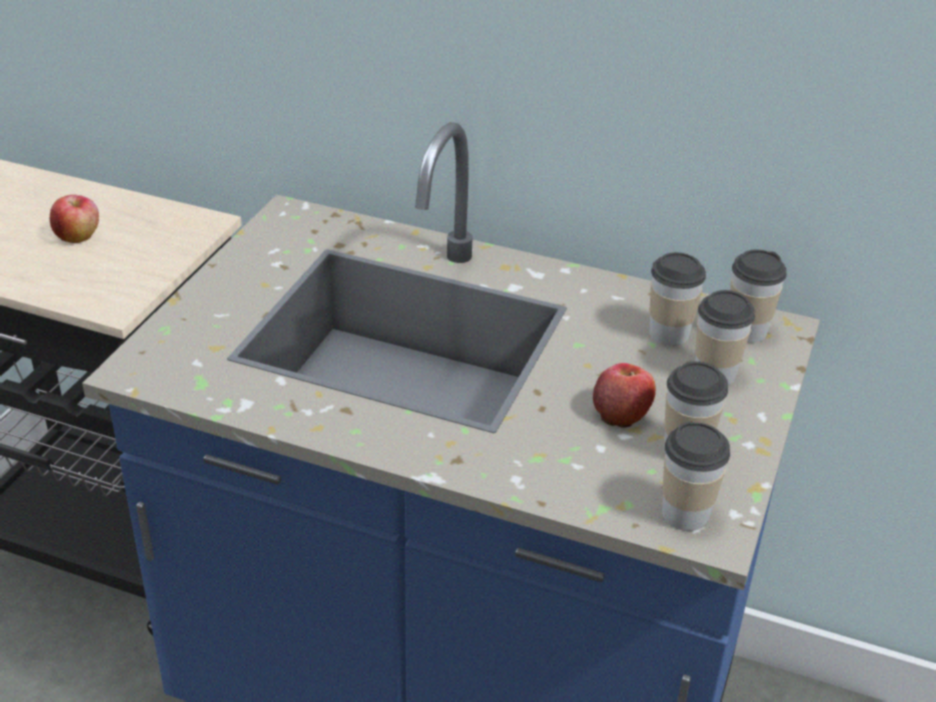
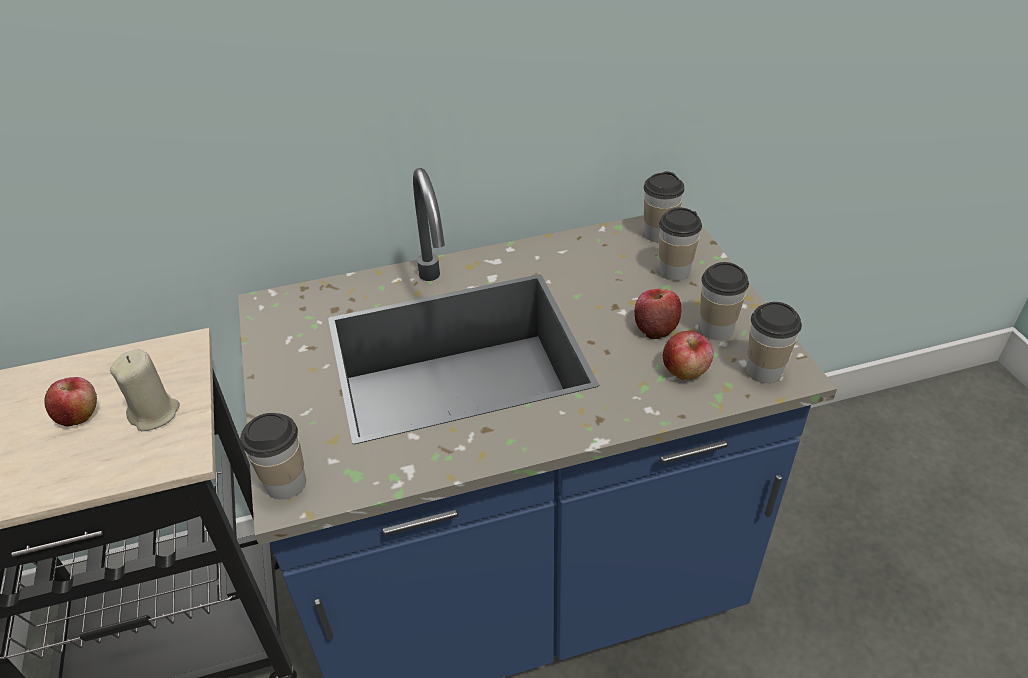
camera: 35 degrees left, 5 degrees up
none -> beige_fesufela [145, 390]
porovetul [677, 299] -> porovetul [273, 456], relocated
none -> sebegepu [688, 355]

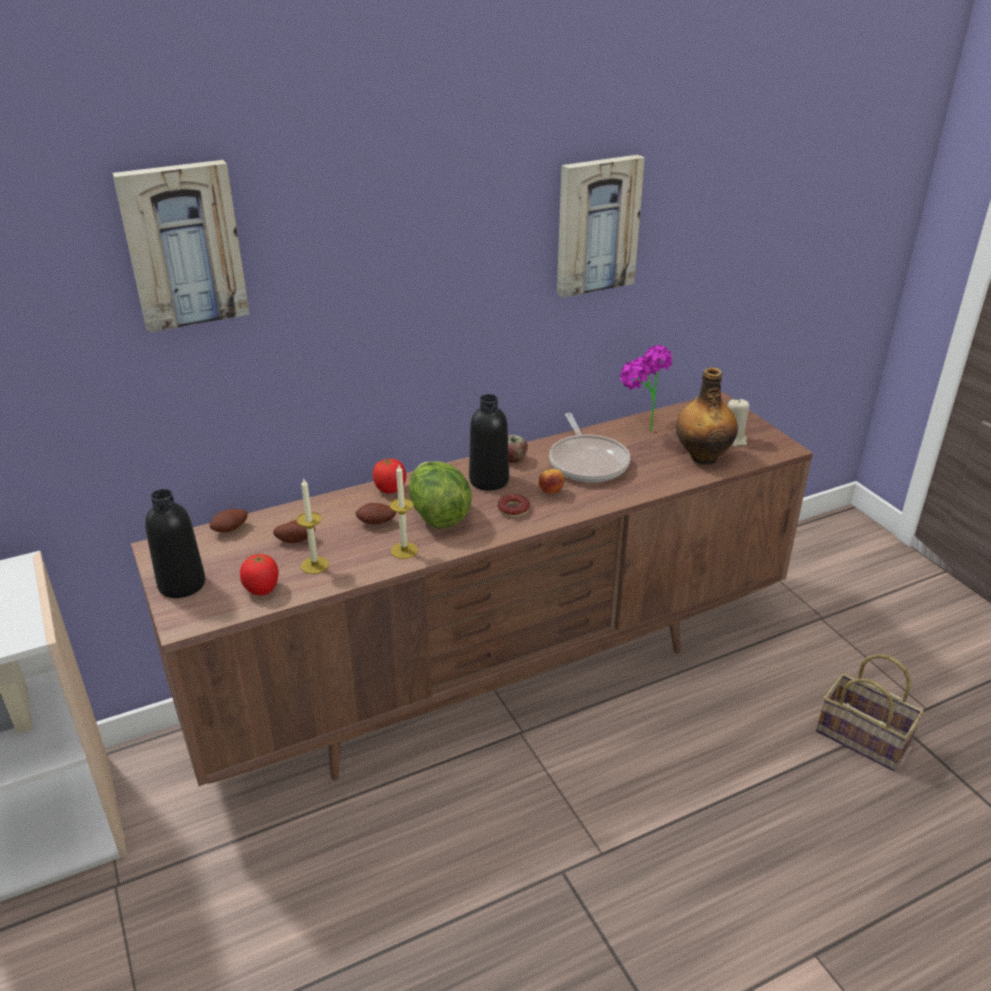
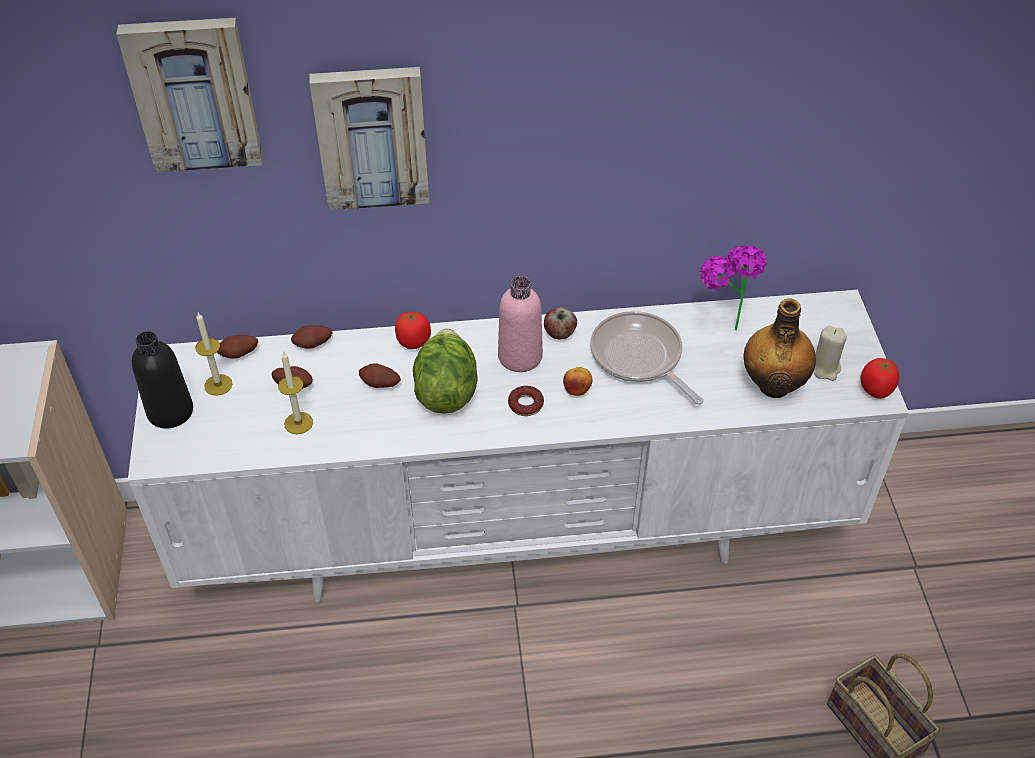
camera: 20 degrees right, 15 degrees up
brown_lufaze [472, 589] -> white_lufaze [518, 446]
fesufela [404, 512] -> fesufela [214, 354], relocated
none -> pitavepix [311, 337]
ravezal [601, 226] -> ravezal [369, 139], relocated
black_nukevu [489, 442] -> pink_nukevu [520, 324]
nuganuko [589, 447] -> nuganuko [647, 357], 135 degrees clockwise
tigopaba [259, 575] -> tigopaba [880, 378], relocated

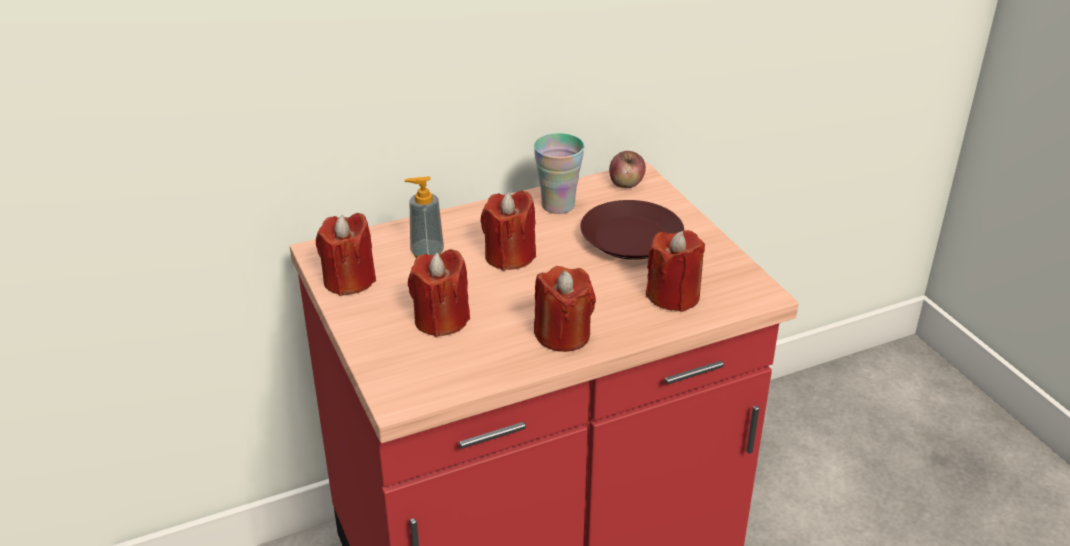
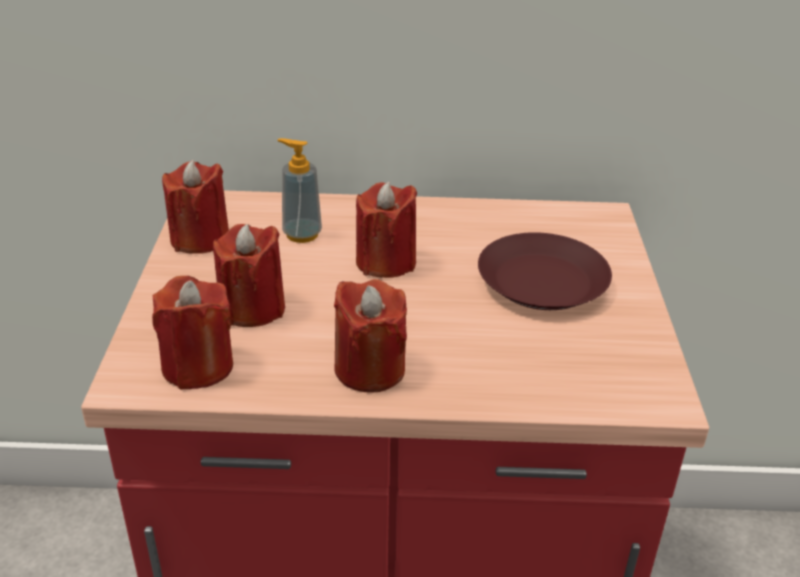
camera: 25 degrees right, 0 degrees up
red_fesufela [675, 271] -> red_fesufela [192, 333], relocated
porovetul [559, 173] -> none
sebegepu [627, 169] -> none

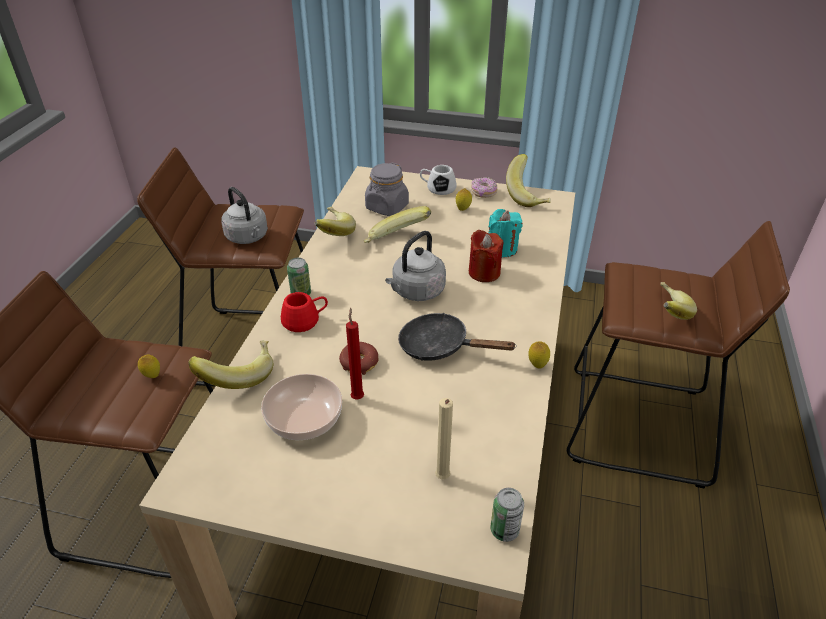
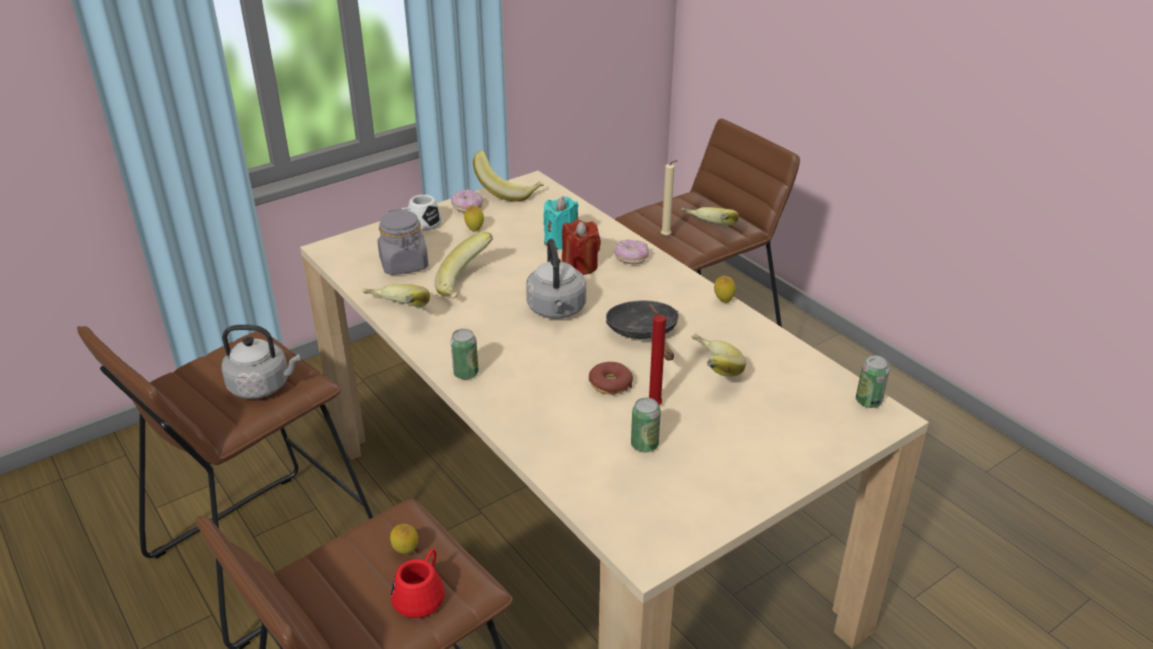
camera: 50 degrees left, 5 degrees down
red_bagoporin [304, 312] -> red_bagoporin [418, 583], relocated
black_nuganuko [457, 337] -> black_nuganuko [642, 330], 105 degrees clockwise
none -> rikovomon [631, 252]
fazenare [301, 407] -> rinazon [646, 425]
beige_fesufela [444, 438] -> beige_fesufela [669, 198], relocated
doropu [230, 364] -> doropu [718, 355], relocated

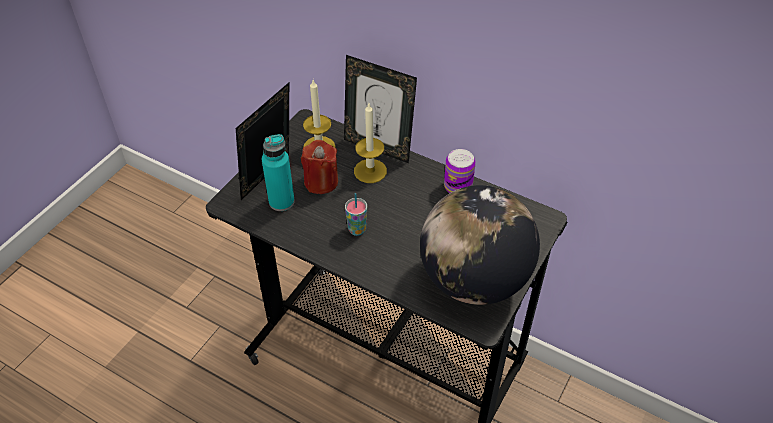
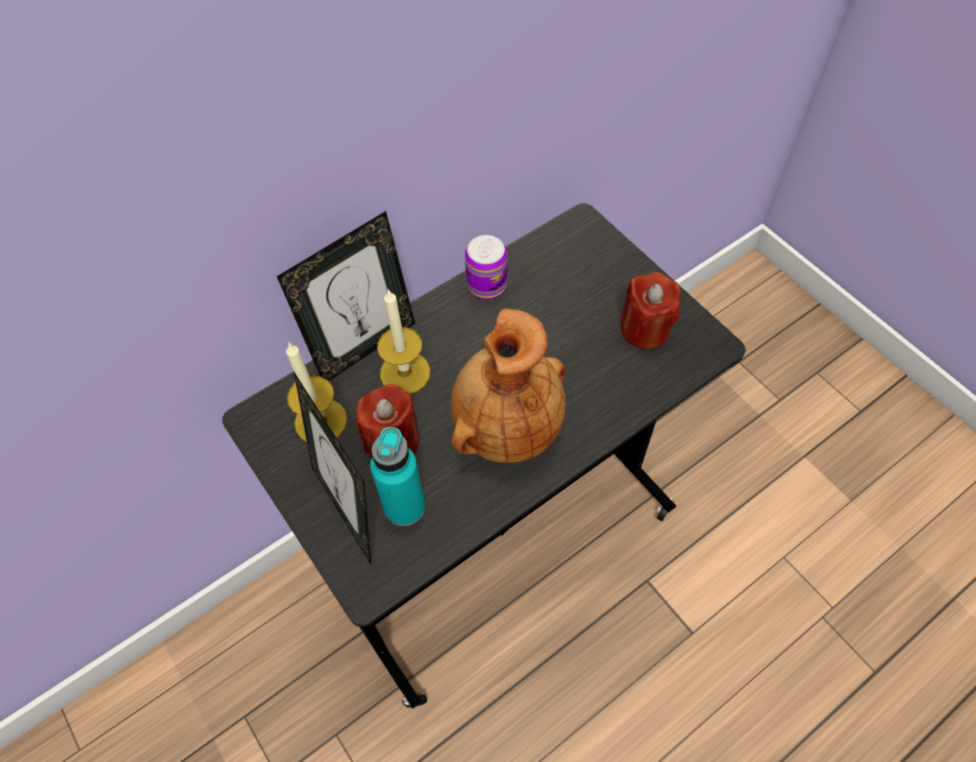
camera: 65 degrees left, 10 degrees up
porovetul [356, 214] -> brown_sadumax [508, 385]
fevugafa [480, 245] -> red_fesufela [650, 310]

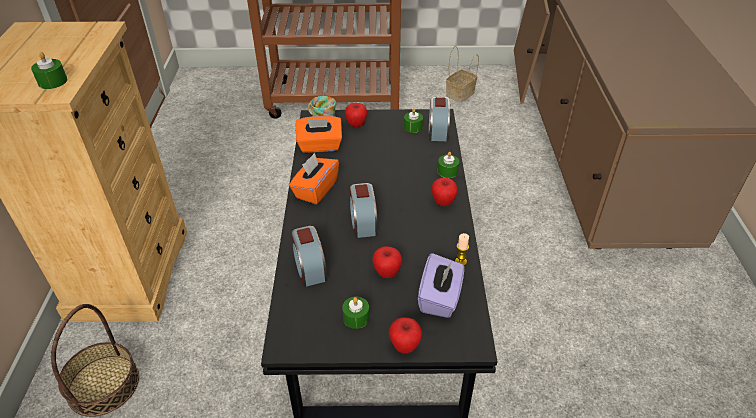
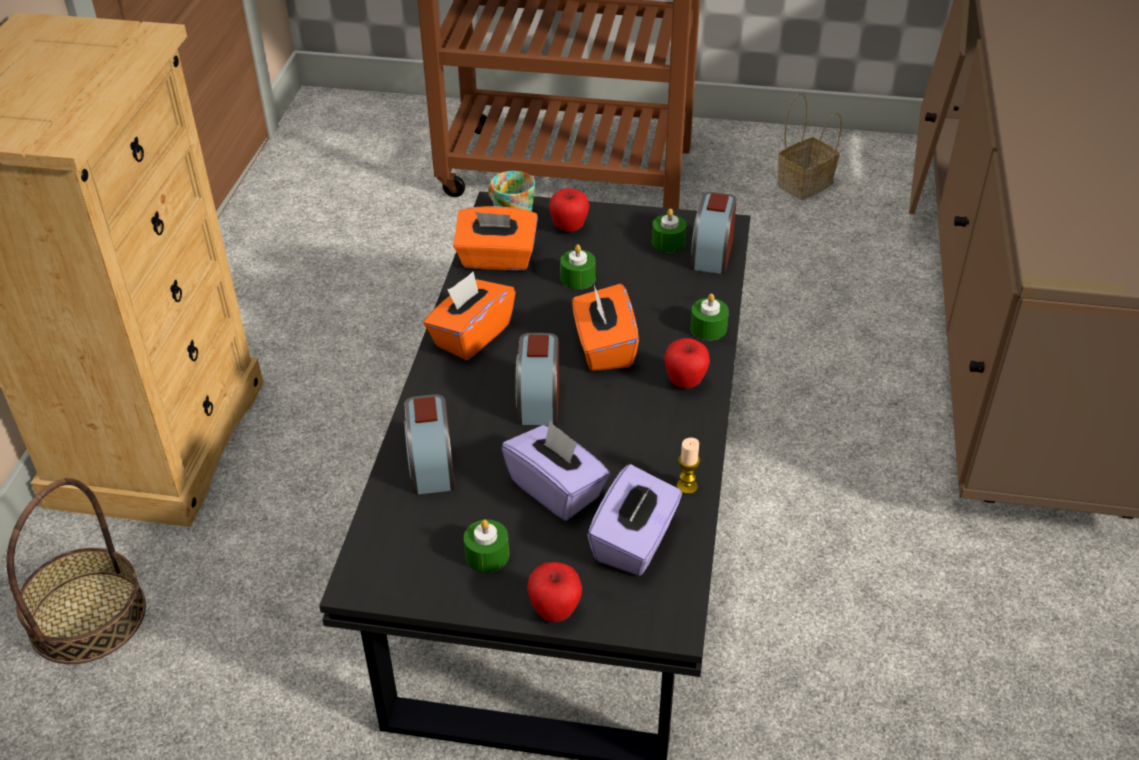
camera: 10 degrees right, 0 degrees up
sebegepu [387, 262] -> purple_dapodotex [555, 471]
green_fesufela [49, 70] -> green_fesufela [578, 266], relocated
none -> orange_dapodotex [605, 327]

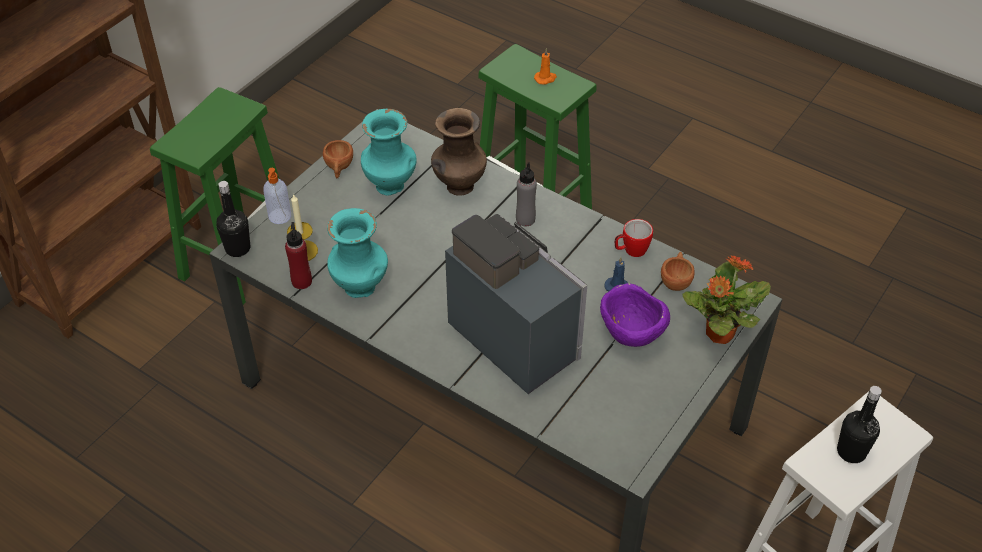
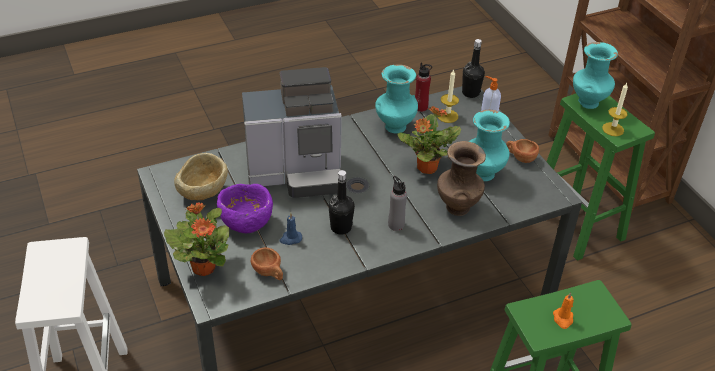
camera: 120 degrees right, 5 degrees down
none -> beige_fazenare [201, 176]
black_nukevu [859, 424] -> black_nukevu [341, 202], relocated
none -> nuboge [429, 140]
none -> turquoise_sadumax [595, 75]
none -> fesufela [615, 109]
bagoporin [634, 238] -> none

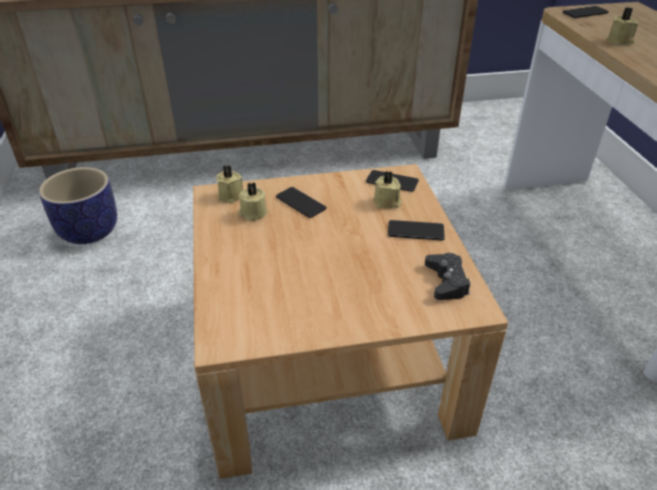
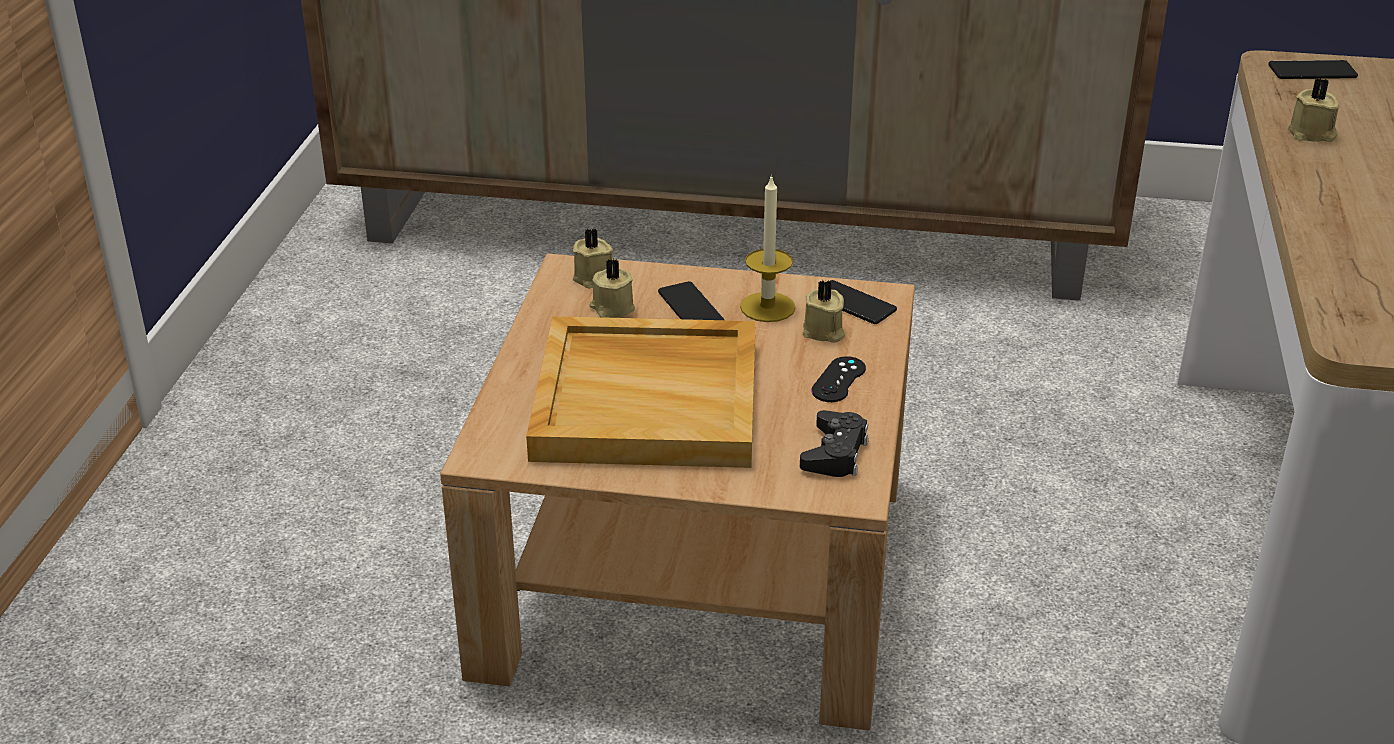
camera: 20 degrees right, 5 degrees down
none -> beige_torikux [641, 392]
none -> fesufela [767, 248]
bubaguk [416, 230] -> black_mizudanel [838, 379]
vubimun [78, 205] -> none

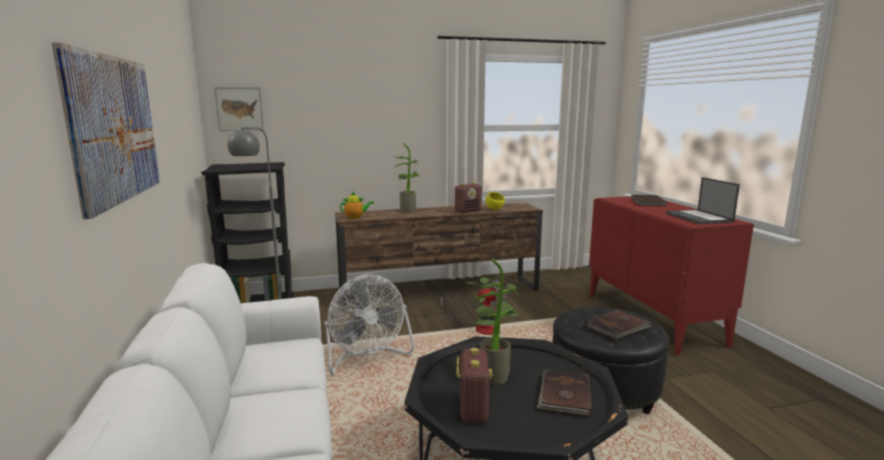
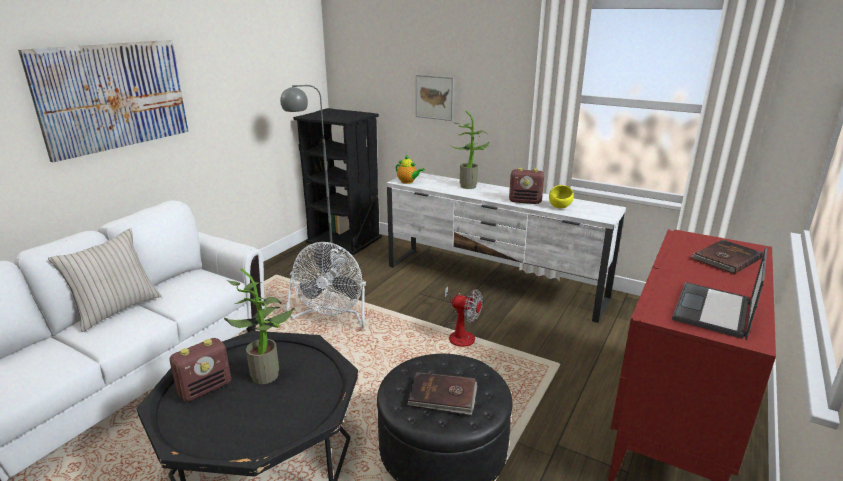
camera: 45 degrees right, 10 degrees up
none -> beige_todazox [104, 280]
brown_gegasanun [439, 256] -> white_gegasanun [506, 248]
ravezal [239, 109] -> ravezal [435, 98], relocated
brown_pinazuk [564, 393] -> none

